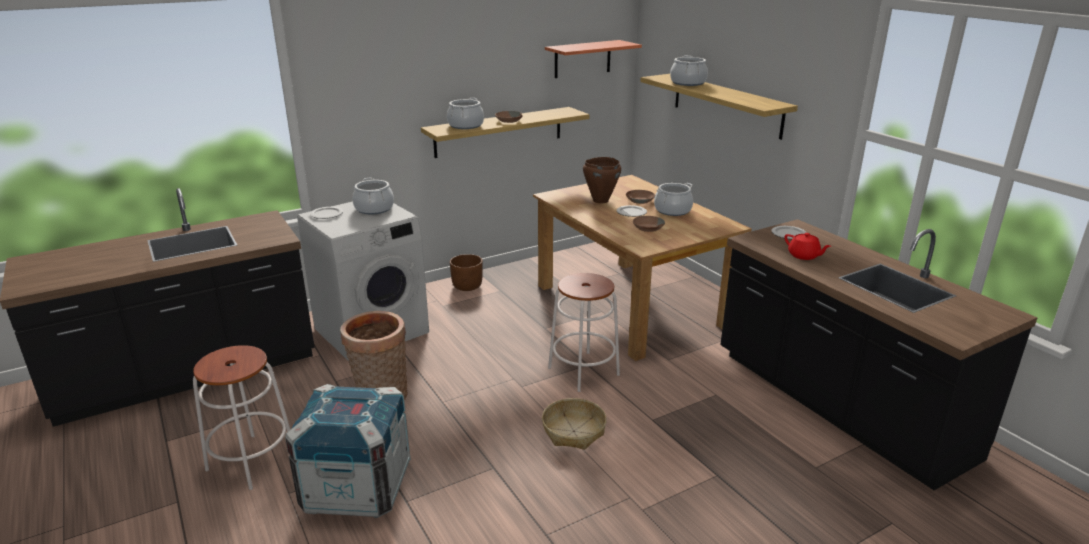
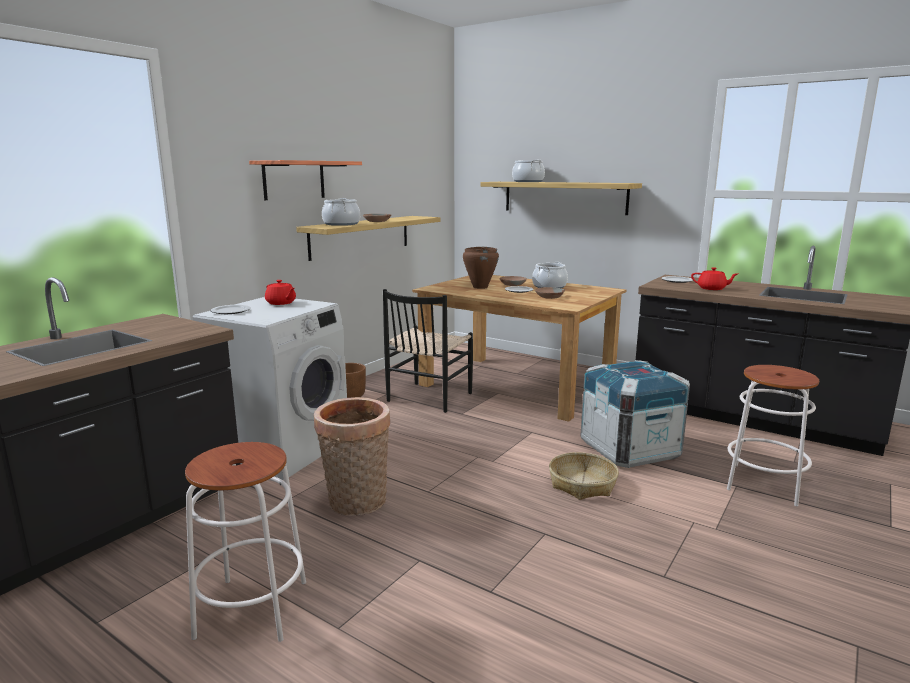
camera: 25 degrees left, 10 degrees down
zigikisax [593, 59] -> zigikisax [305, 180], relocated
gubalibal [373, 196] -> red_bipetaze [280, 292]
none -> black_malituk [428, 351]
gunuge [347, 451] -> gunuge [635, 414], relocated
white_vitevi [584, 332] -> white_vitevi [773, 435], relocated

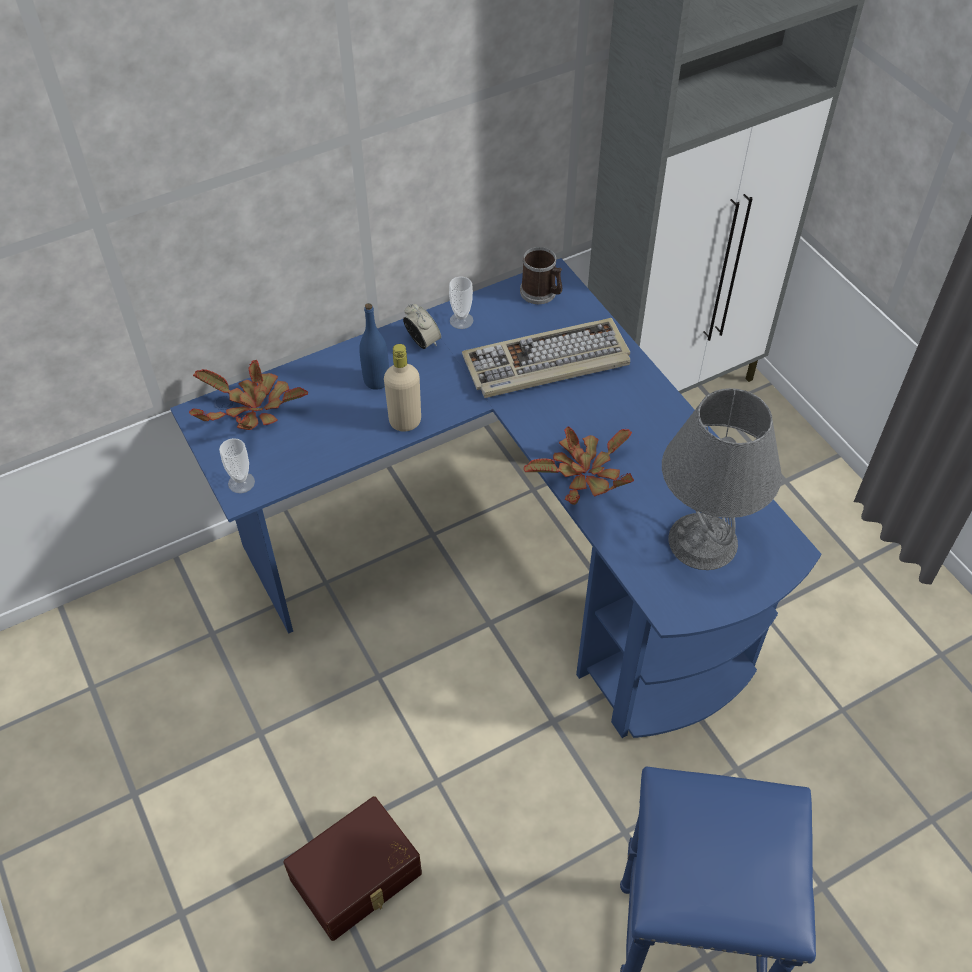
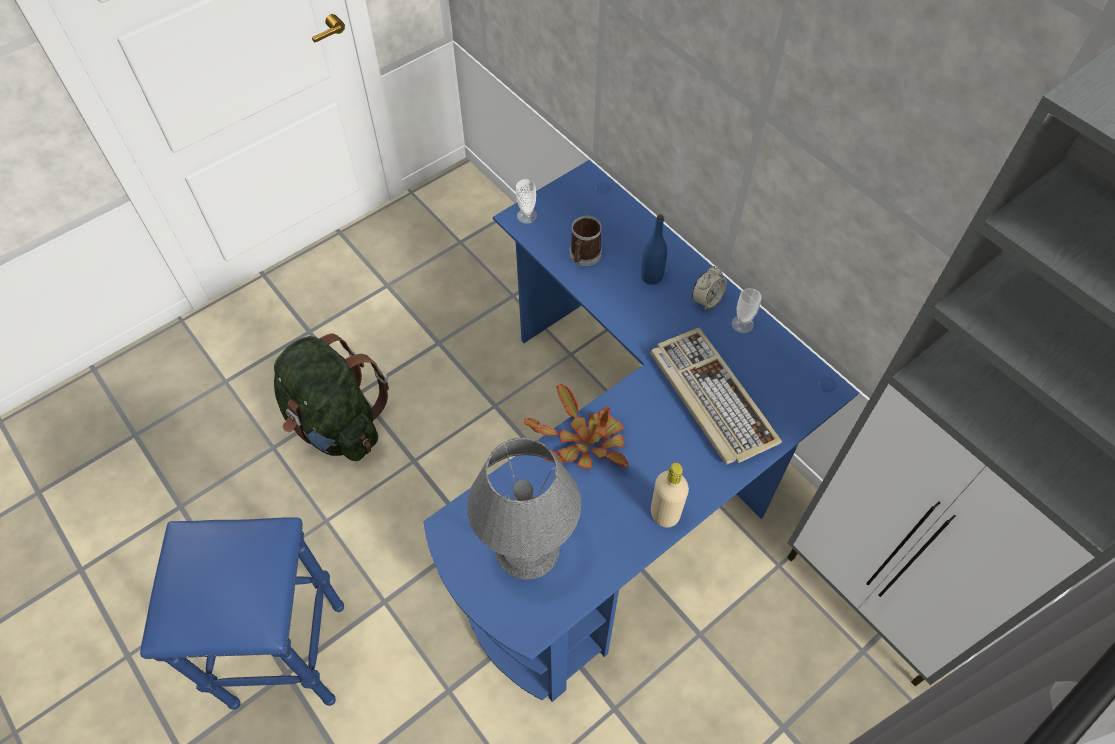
camera: 80 degrees right, 5 degrees up
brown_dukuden [352, 868] -> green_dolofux [331, 397]
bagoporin [541, 275] -> bagoporin [585, 241], relocated
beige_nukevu [402, 388] -> beige_nukevu [670, 495], relocated
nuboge [248, 395] -> none

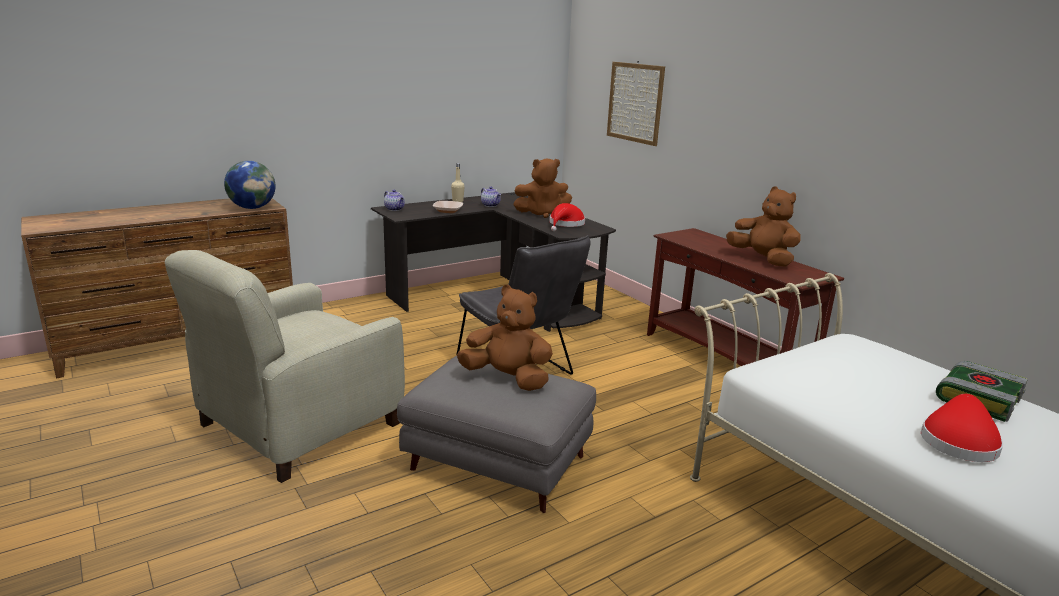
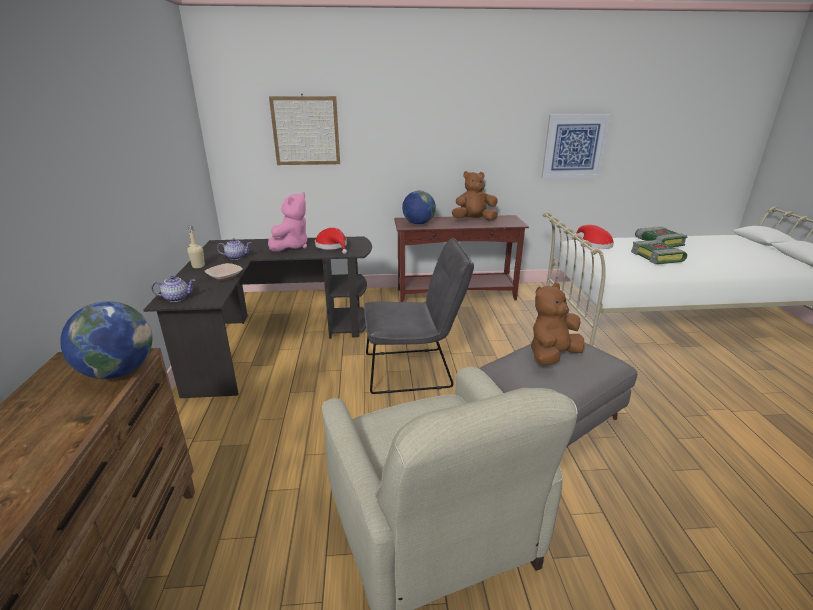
camera: 60 degrees left, 5 degrees up
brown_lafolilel [542, 188] -> pink_lafolilel [288, 222]
none -> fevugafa [419, 208]
none -> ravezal [576, 146]
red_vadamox [962, 428] -> red_vadamox [595, 237], relocated
none -> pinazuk [659, 252]

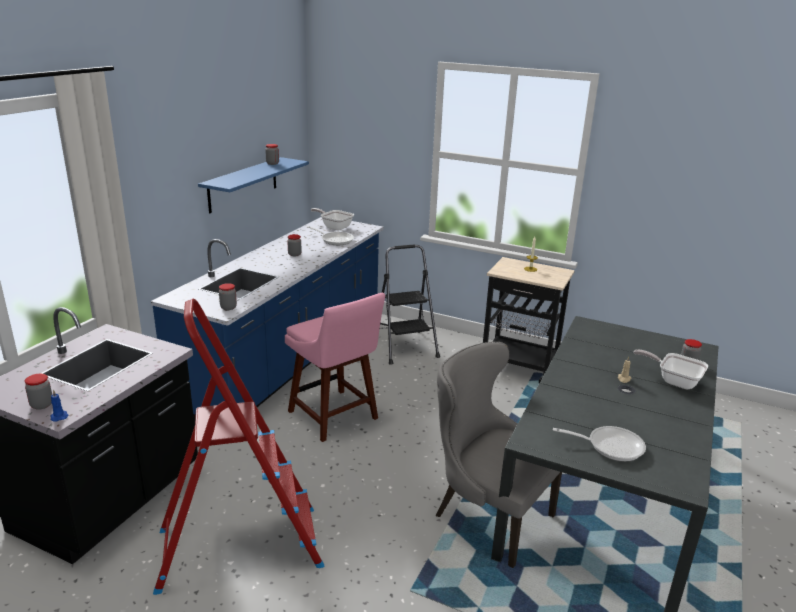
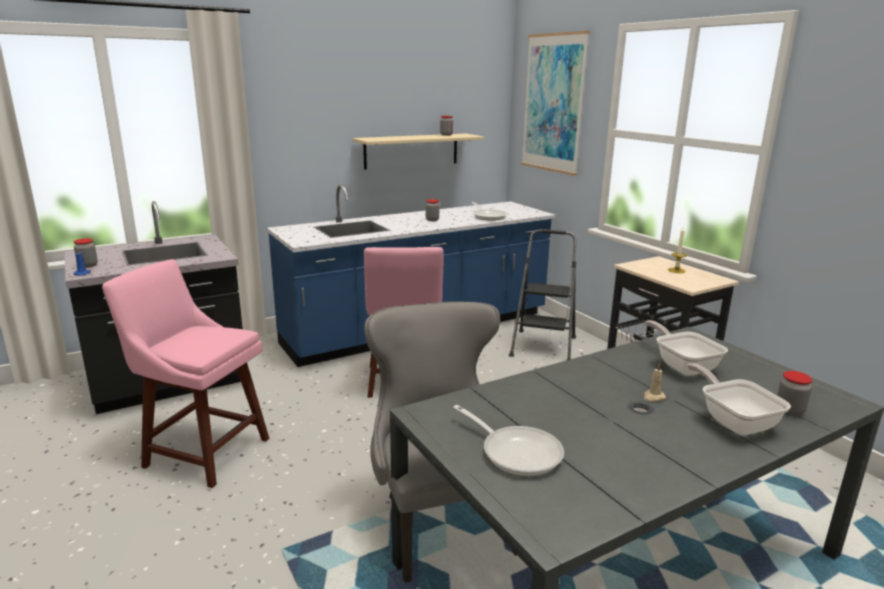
camera: 35 degrees right, 5 degrees down
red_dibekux [238, 447] -> pink_vitevi [186, 373]
blue_zigikisax [253, 185] -> beige_zigikisax [418, 152]
none -> ravezal [555, 103]
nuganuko [332, 219] -> nuganuko [686, 348], relocated
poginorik [228, 296] -> none

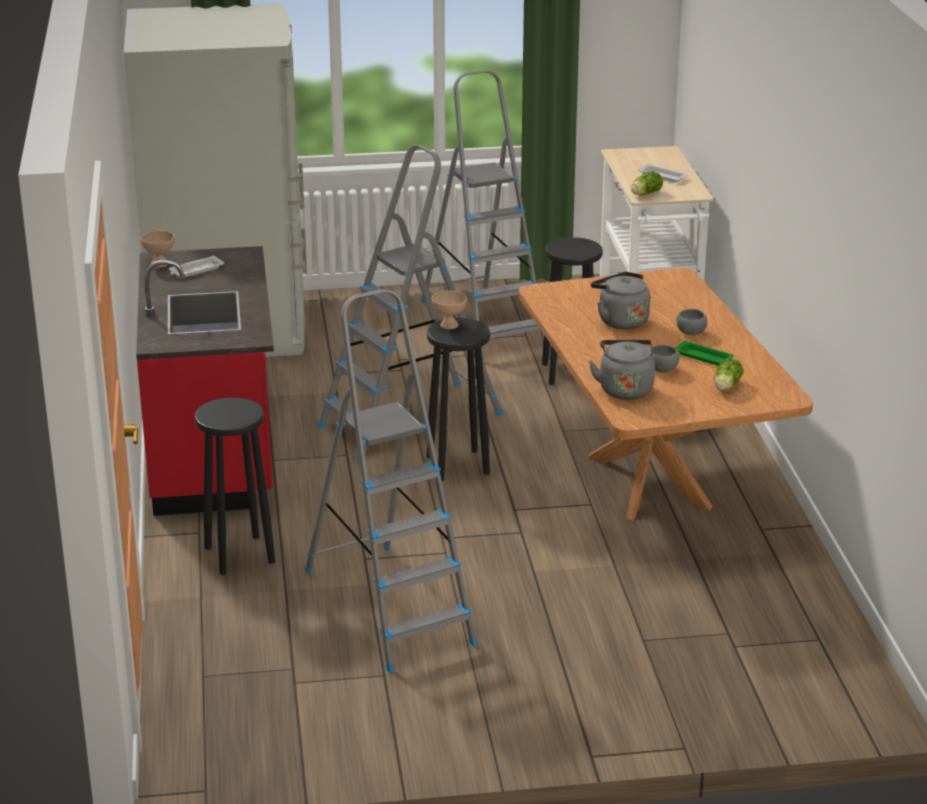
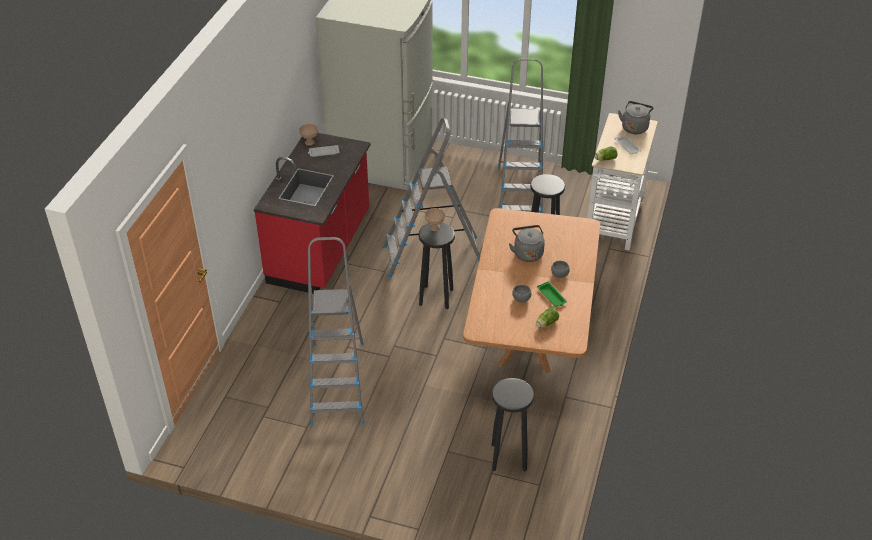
camera: 25 degrees right, 15 degrees up
black_vitevi [235, 486] -> black_vitevi [513, 424], relocated
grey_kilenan [622, 370] -> grey_kilenan [636, 117], relocated

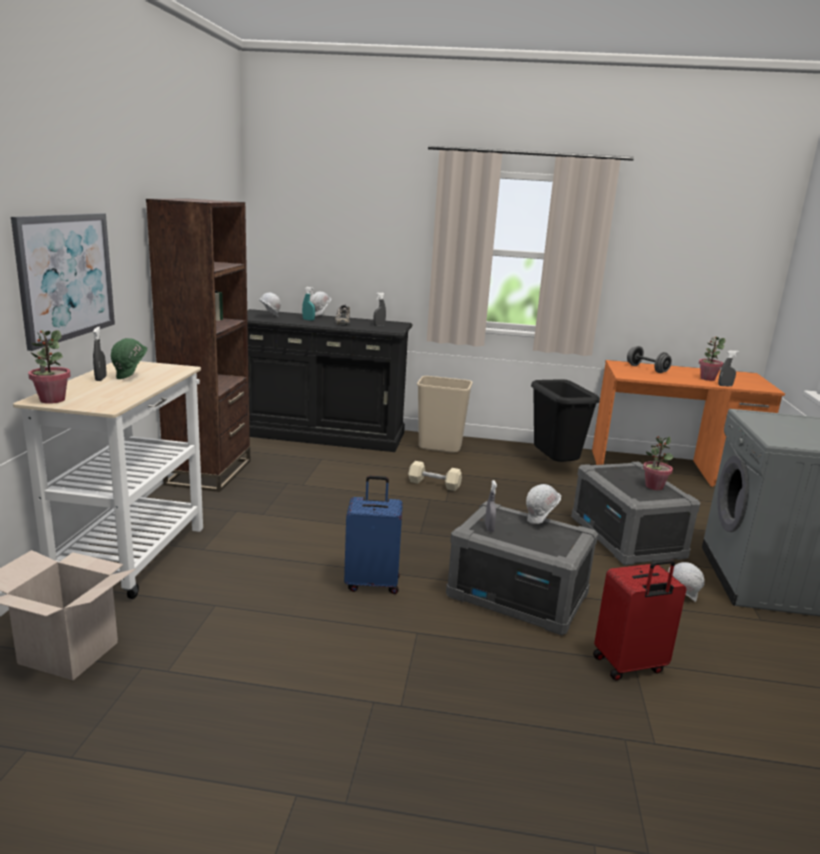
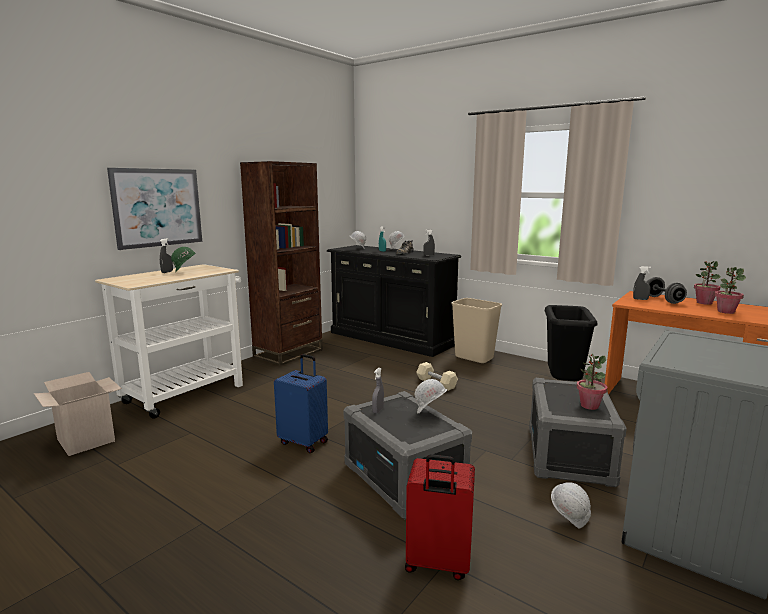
camera: 30 degrees right, 5 degrees down
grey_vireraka [728, 368] -> grey_vireraka [642, 283], relocated
nuboge [49, 367] -> nuboge [707, 283], relocated

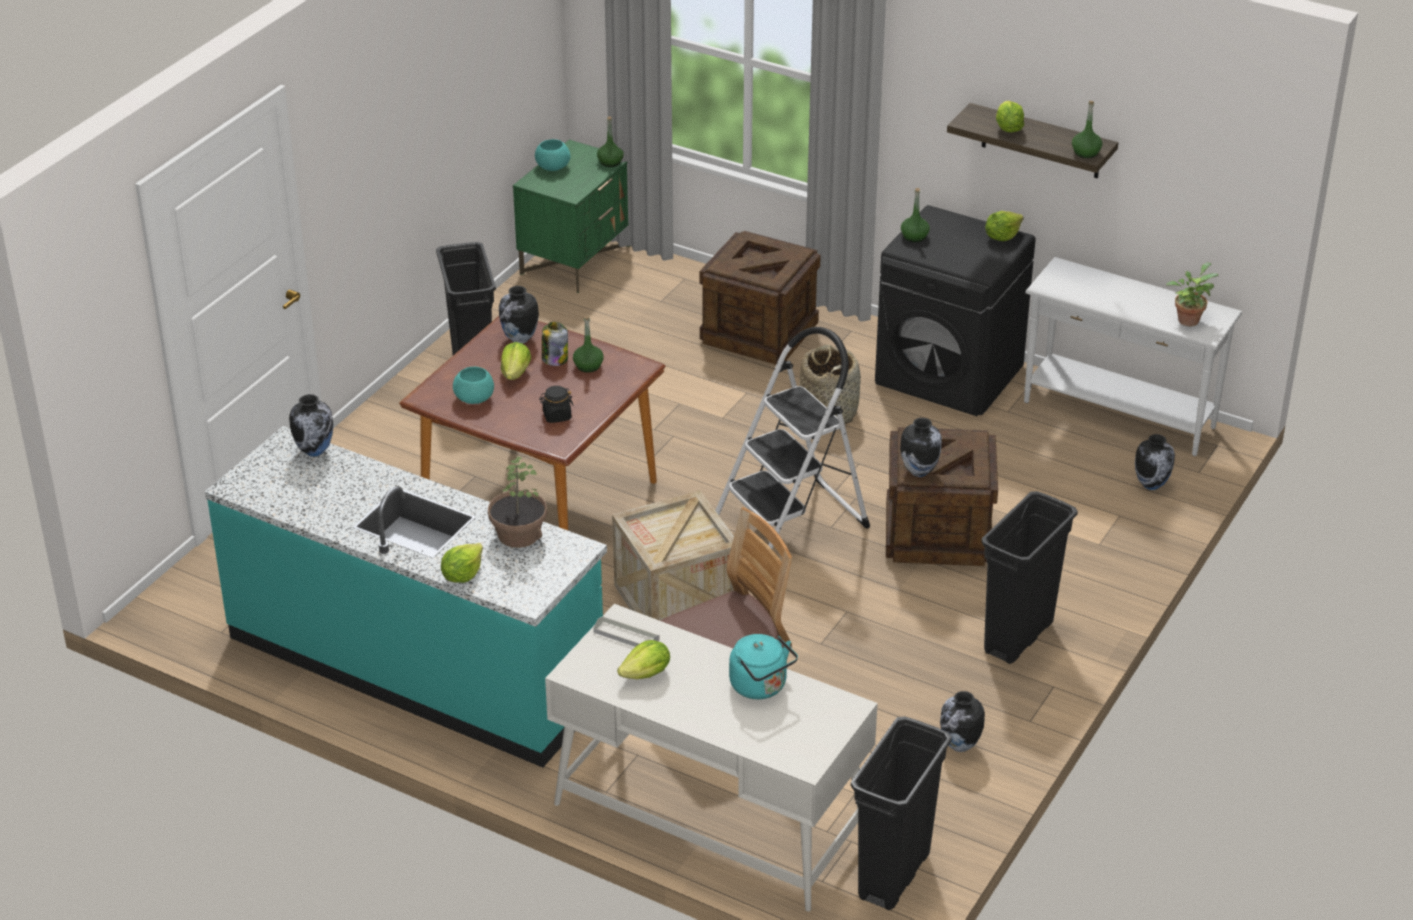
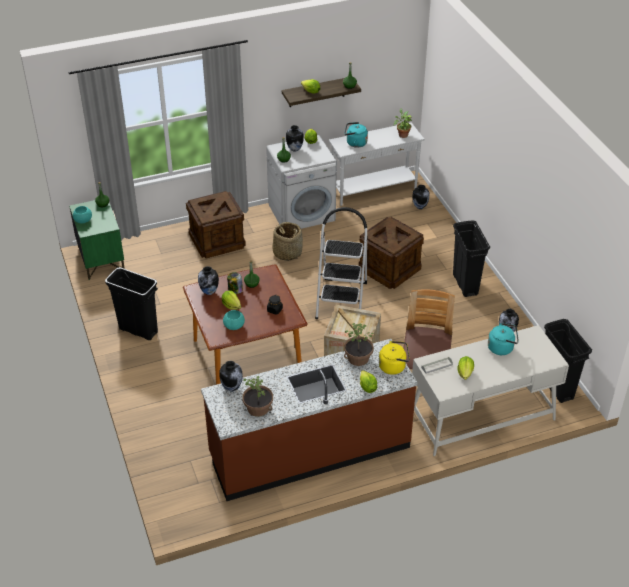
camera: 50 degrees left, 5 degrees up
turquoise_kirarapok [406, 596] -> brown_kirarapok [309, 420]
none -> nuboge [257, 396]
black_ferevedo [955, 310] -> white_ferevedo [301, 182]
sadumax [921, 447] -> sadumax [295, 138], relocated
none -> turquoise_kilenan [356, 135]
none -> yellow_kilenan [394, 358]

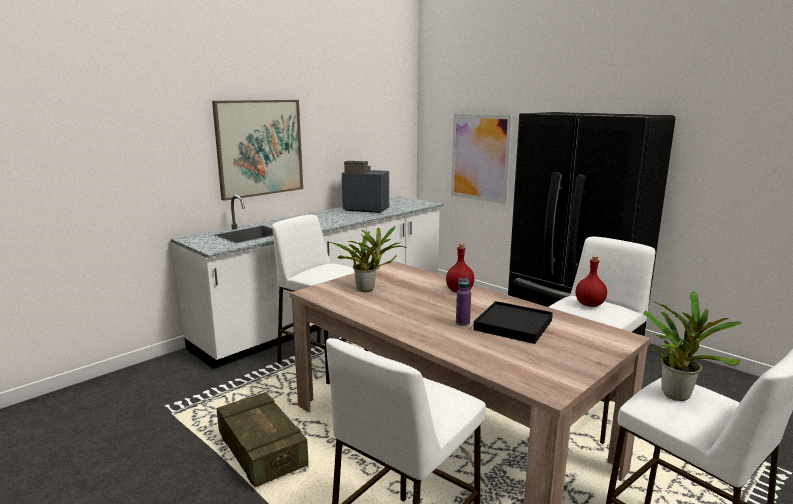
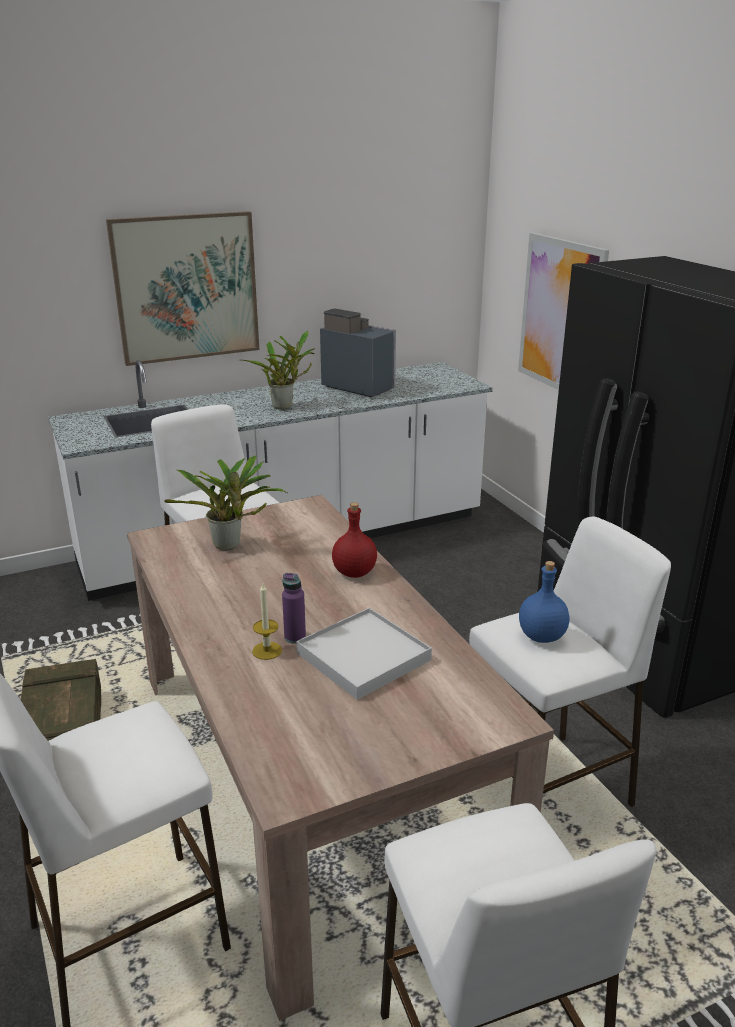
camera: 20 degrees right, 10 degrees up
nuboge [692, 346] -> nuboge [276, 370], relocated
none -> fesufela [267, 621]
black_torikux [513, 322] -> white_torikux [364, 654]
red_nukevu [591, 281] -> blue_nukevu [544, 602]

